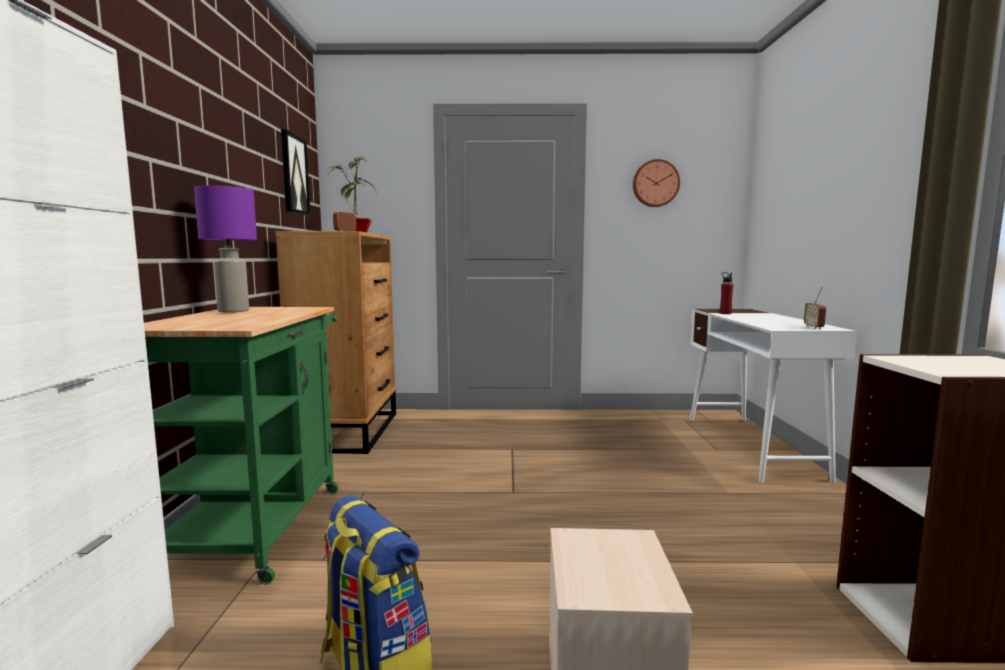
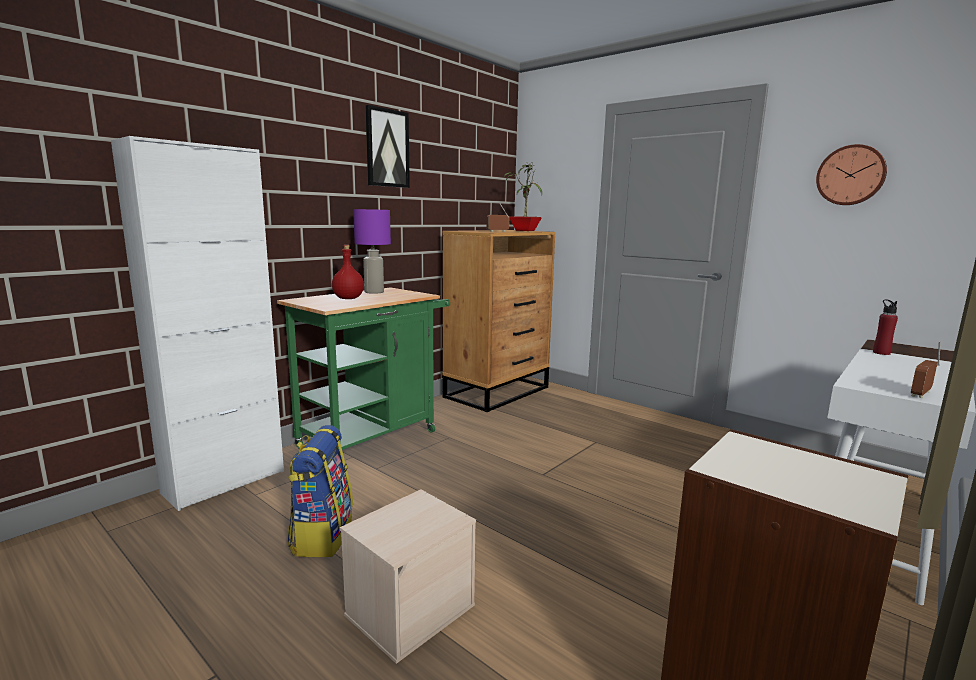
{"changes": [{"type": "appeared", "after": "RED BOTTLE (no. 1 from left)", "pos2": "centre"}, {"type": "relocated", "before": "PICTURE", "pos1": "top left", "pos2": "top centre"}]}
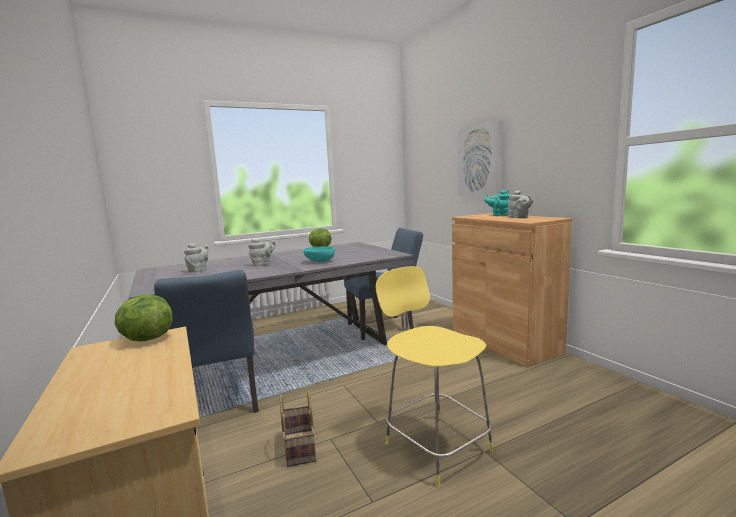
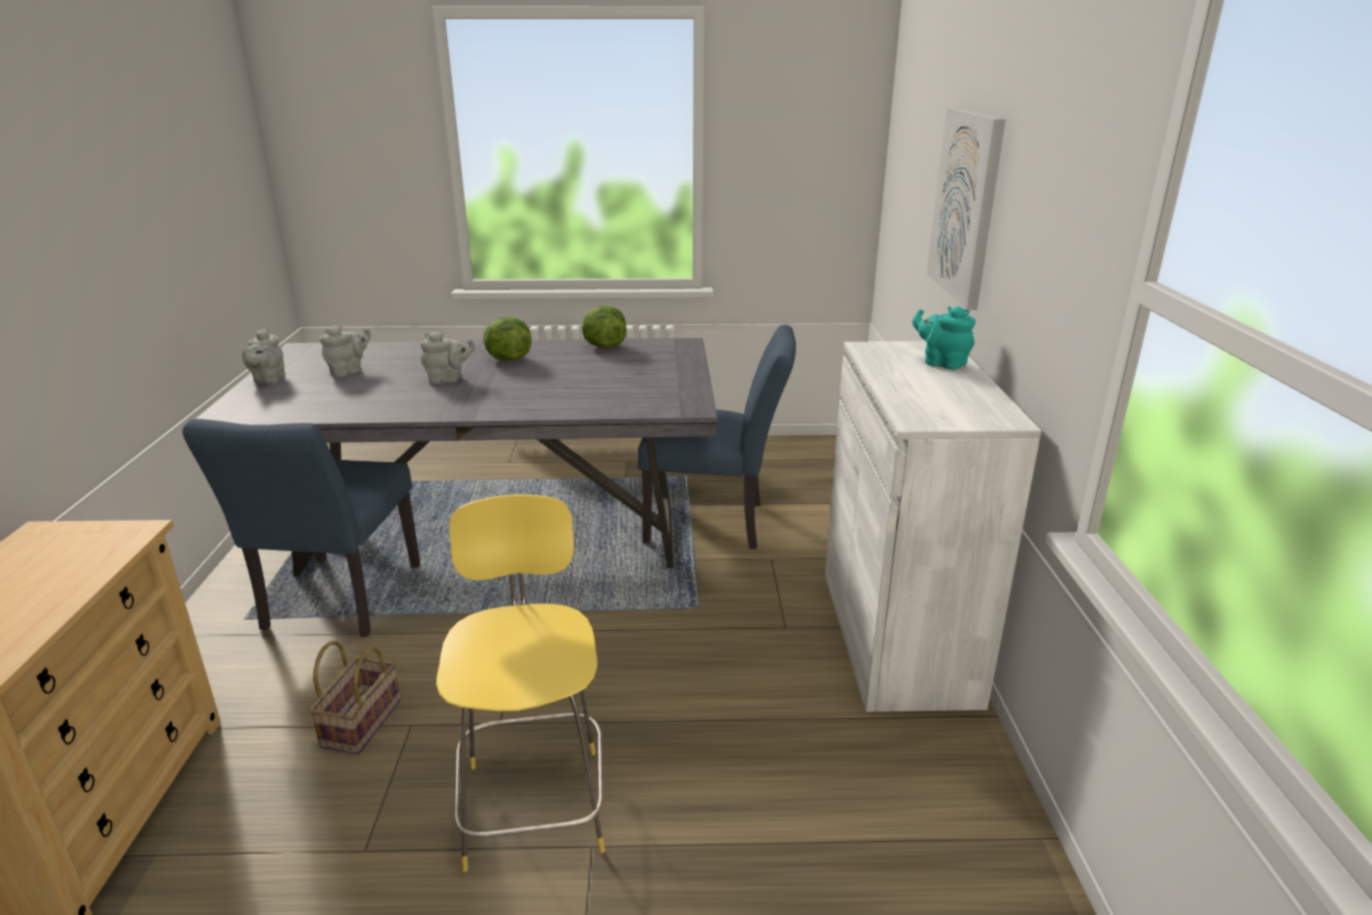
{"changes": [{"type": "relocated", "before": "GREY TEAPOT (no. 3 from left in the first image)", "after": "GREY TEAPOT (no. 1 from left)", "pos1": "middle right", "pos2": "middle left"}, {"type": "relocated", "before": "LETTUCE (no. 1 from left)", "pos1": "middle left", "pos2": "centre"}, {"type": "colour", "before": "BROWN CABINET", "after": "WHITE CABINET", "pos1": "middle right", "pos2": "middle right"}, {"type": "missing", "before": "TURQUOISE BOWL", "pos1": "centre"}]}
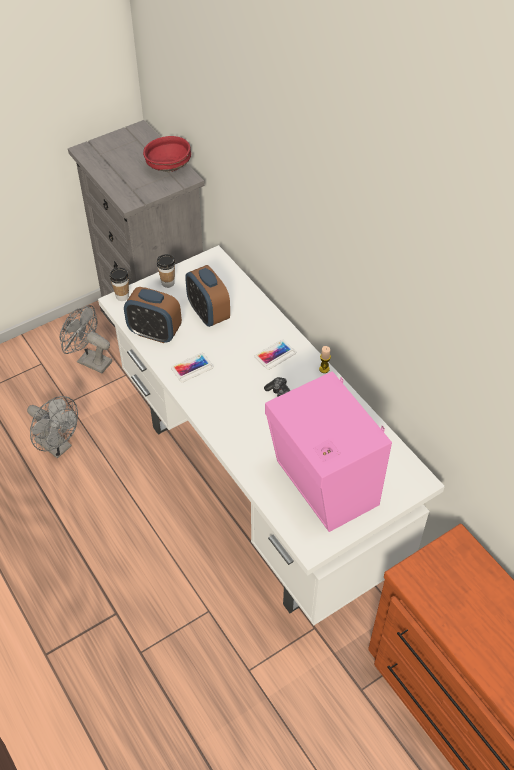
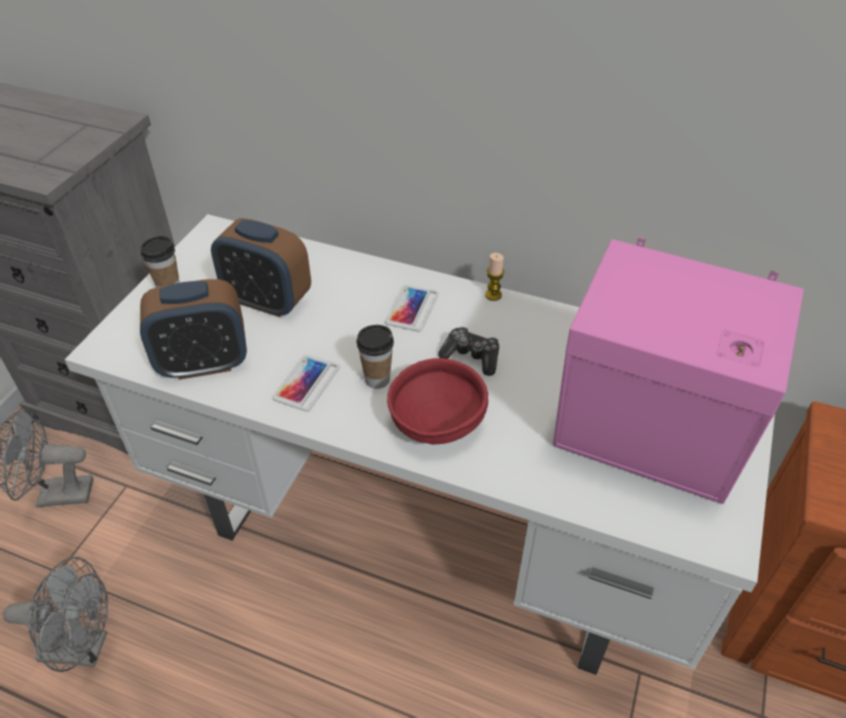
{"changes": [{"type": "relocated", "before": "CUP (no. 1 from left in the first image)", "after": "CUP (no. 2 from left)", "pos1": "middle left", "pos2": "centre"}, {"type": "relocated", "before": "RED BOWL", "pos1": "top left", "pos2": "centre"}]}
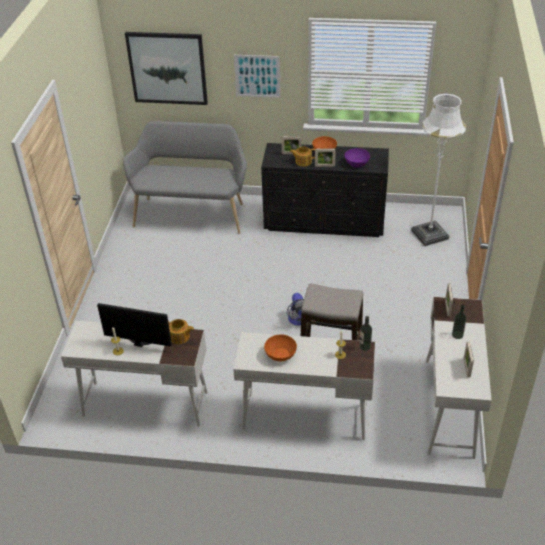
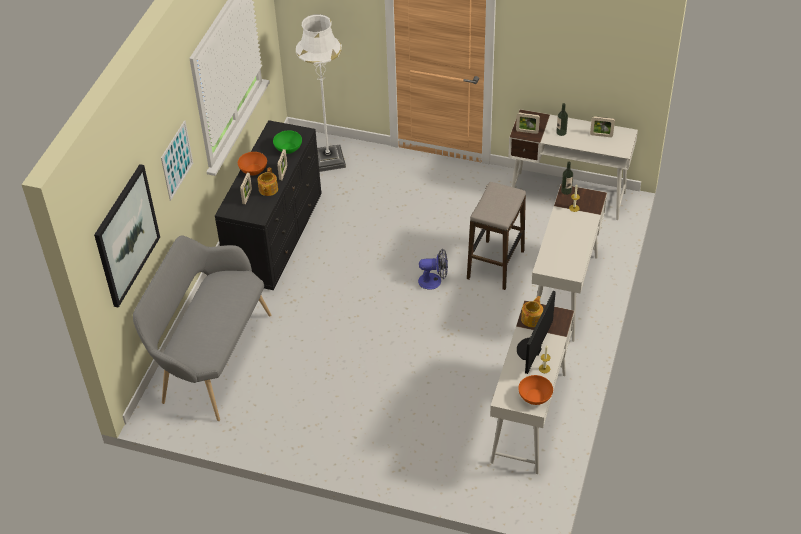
{"changes": [{"type": "colour", "before": "PURPLE BOWL", "after": "GREEN BOWL", "pos1": "top centre", "pos2": "top centre"}, {"type": "relocated", "before": "ORANGE BOWL (no. 1 from left in the first image)", "after": "ORANGE BOWL (no. 2 from left)", "pos1": "centre", "pos2": "bottom right"}]}
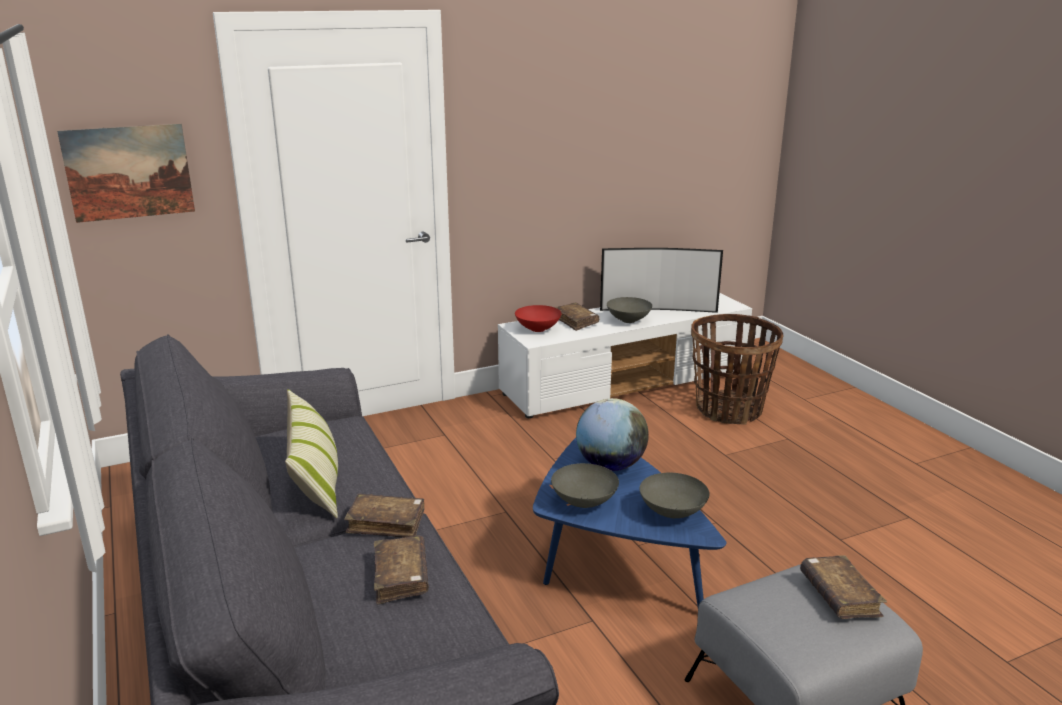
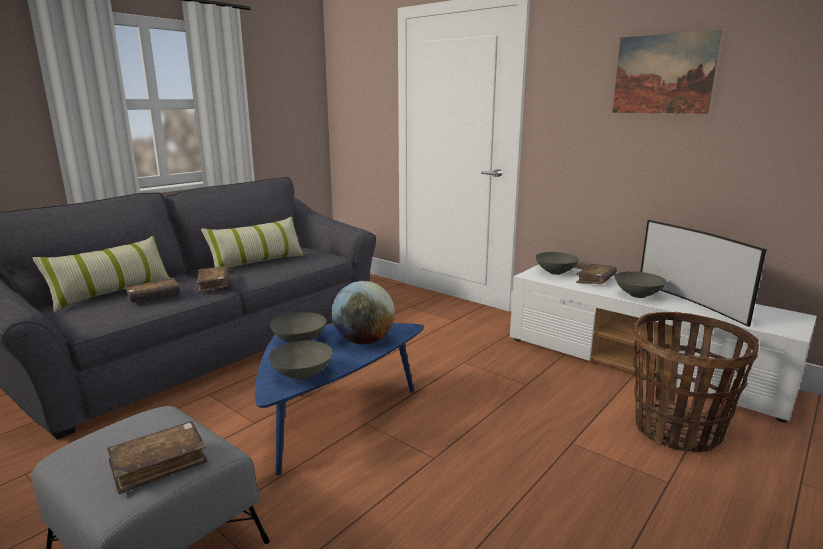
{"changes": [{"type": "appeared", "after": "PILLOW (no. 1 from left)", "pos2": "middle left"}, {"type": "colour", "before": "RED BOWL", "after": "GREY BOWL (no. 3 from left)", "pos1": "centre", "pos2": "middle right"}, {"type": "relocated", "before": "PICTURE", "pos1": "top left", "pos2": "top right"}]}
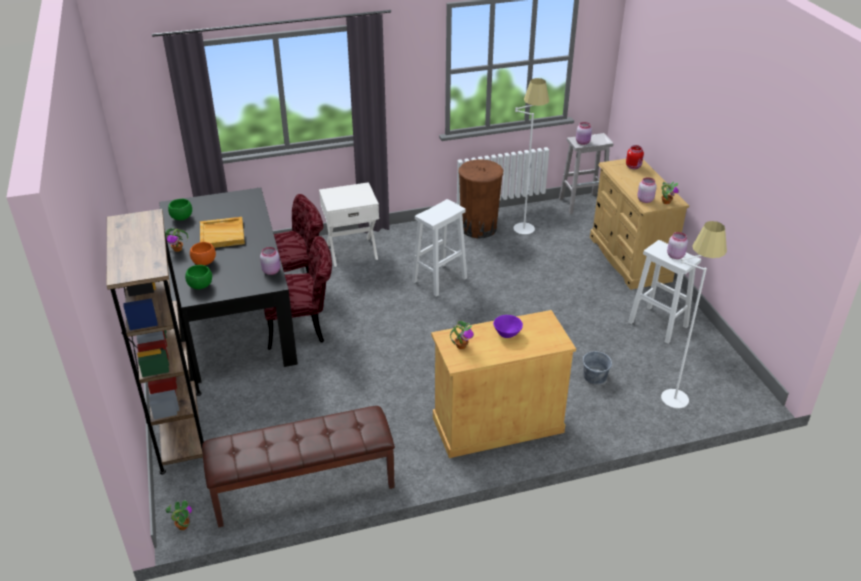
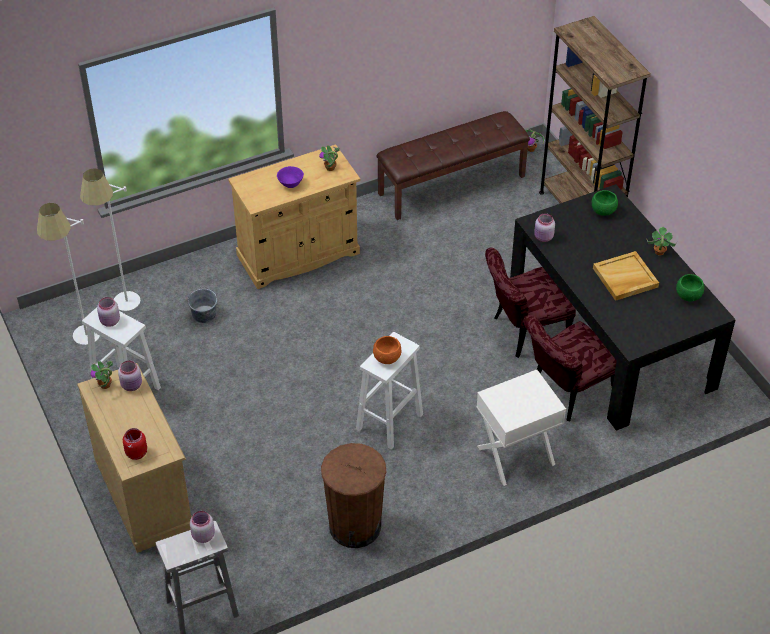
{"changes": [{"type": "relocated", "before": "WHITE FLOOR LAMP (no. 1 from left)", "pos1": "top centre", "pos2": "middle left"}, {"type": "relocated", "before": "ORANGE BOWL", "pos1": "middle left", "pos2": "centre"}]}
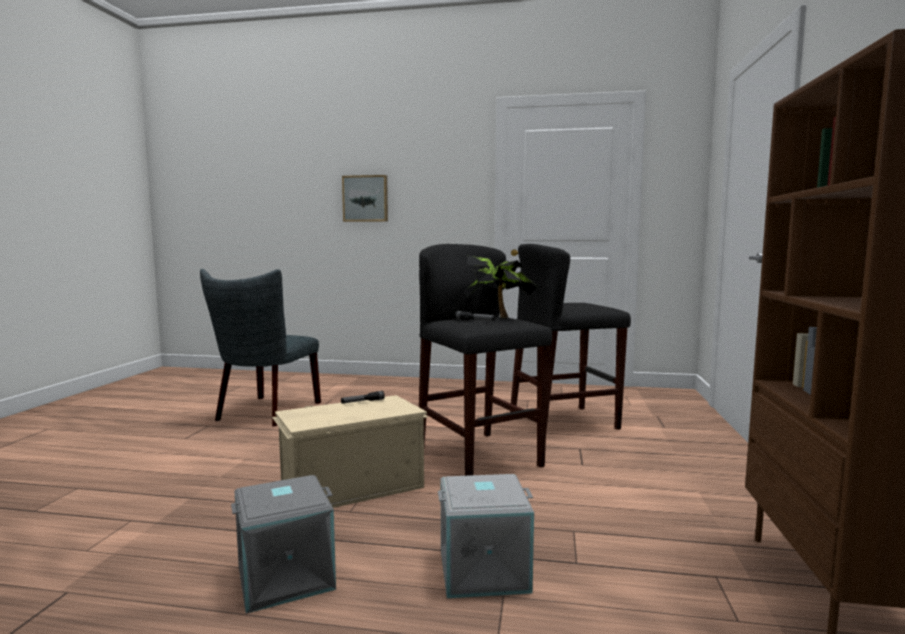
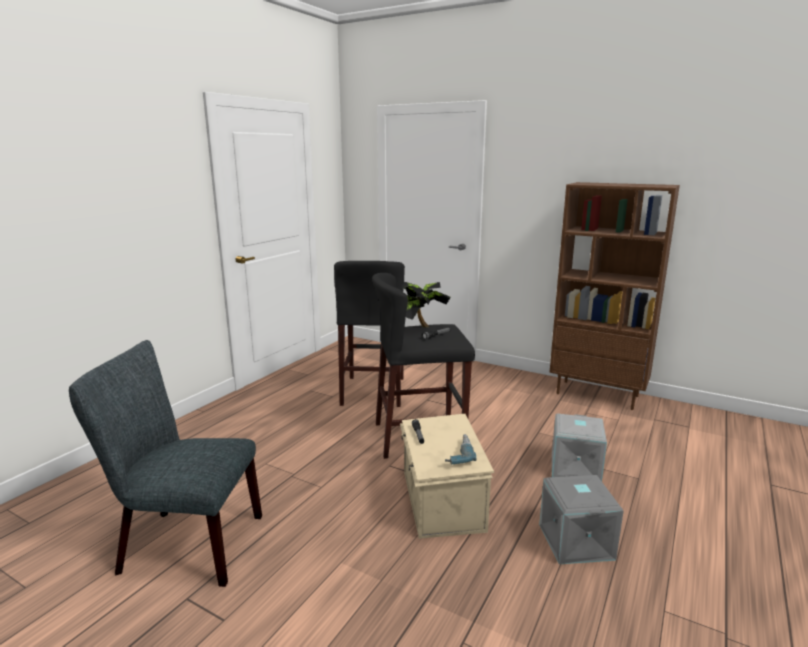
{"changes": [{"type": "spun", "before": "GREY CHAIR", "pos1": "middle left", "pos2": "bottom left", "turn": 150}, {"type": "appeared", "after": "POWER DRILL", "pos2": "bottom centre"}, {"type": "missing", "before": "PICTURE", "pos1": "top centre"}]}
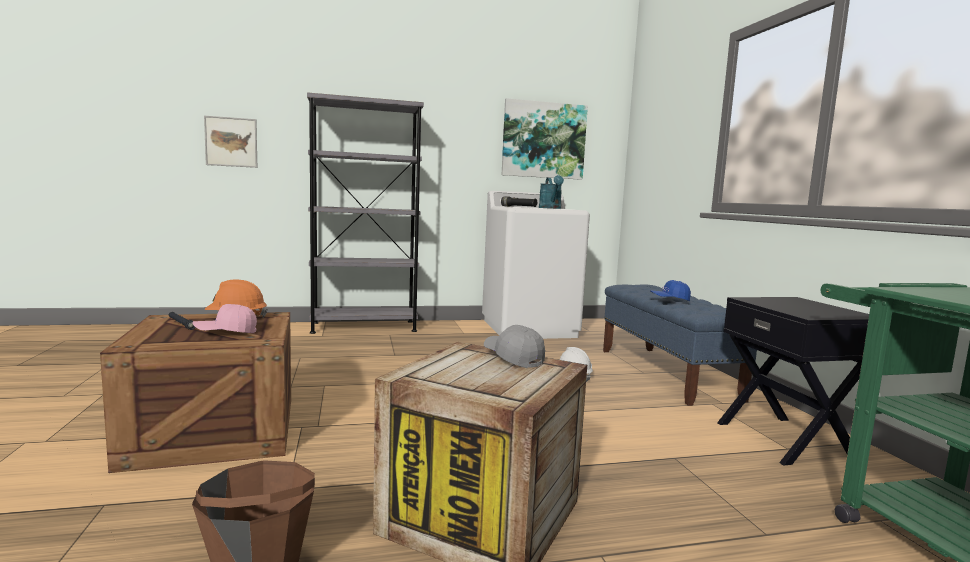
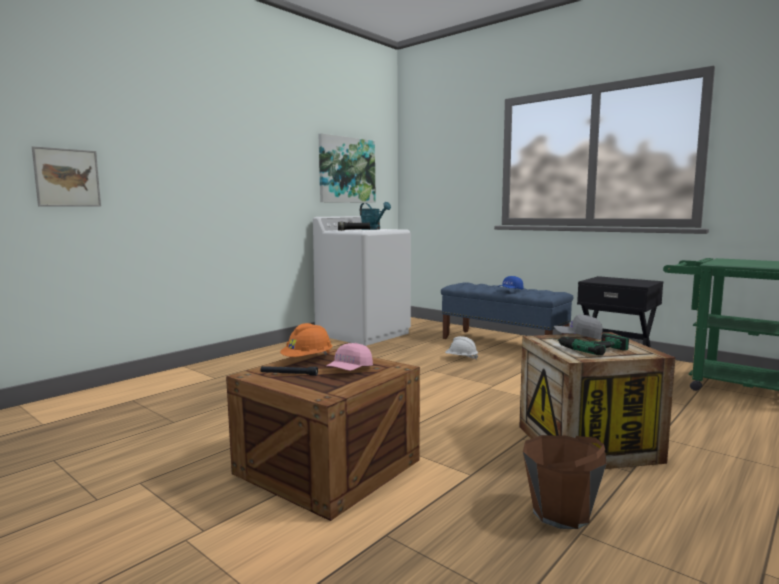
{"changes": [{"type": "appeared", "after": "POWER DRILL", "pos2": "middle right"}, {"type": "missing", "before": "GREY BOOKCASE", "pos1": "centre"}]}
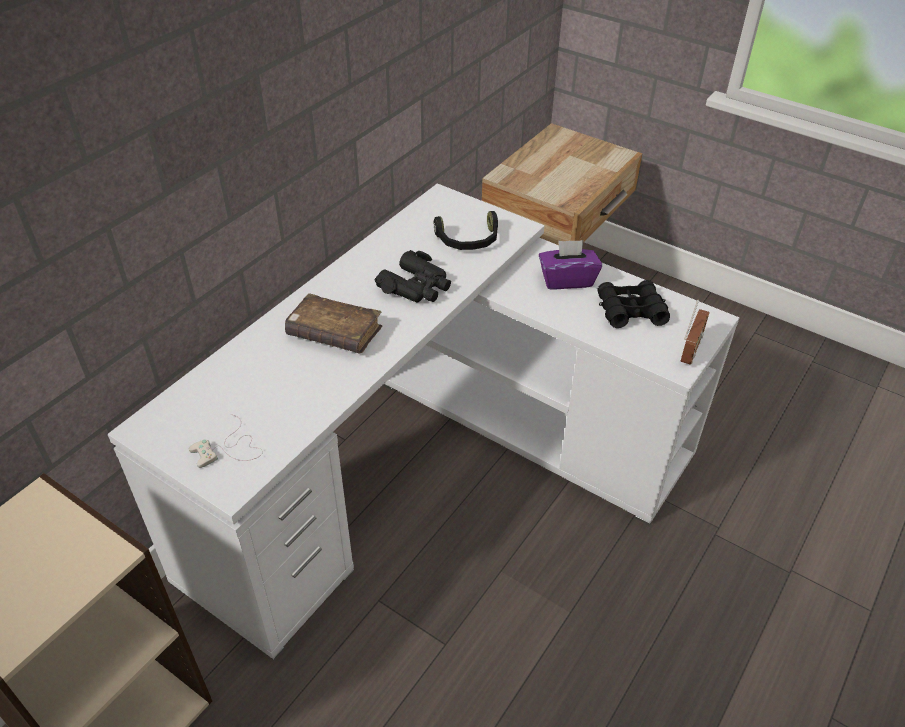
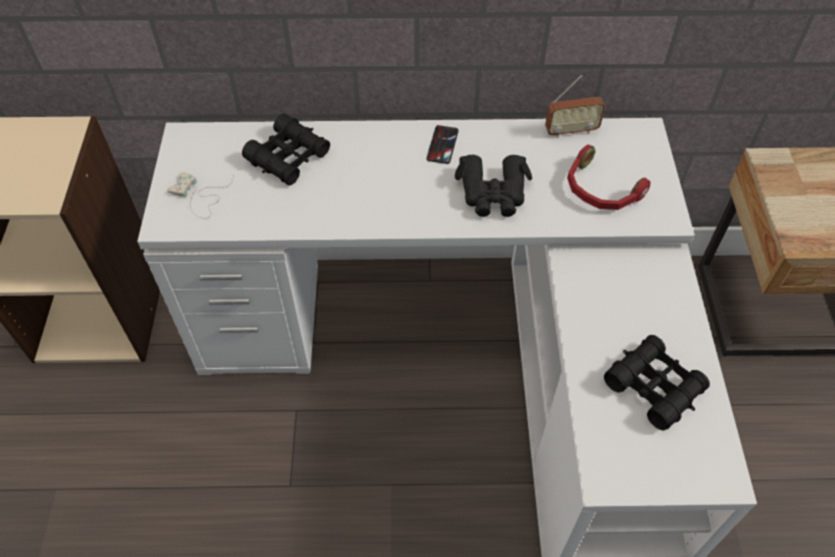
{"changes": [{"type": "appeared", "after": "BLACK BINOCULARS (no. 1 from left)", "pos2": "top centre"}, {"type": "appeared", "after": "PHONE", "pos2": "top centre"}, {"type": "relocated", "before": "RADIO", "pos1": "middle right", "pos2": "top right"}, {"type": "colour", "before": "BLACK HEADPHONES", "after": "RED HEADPHONES", "pos1": "top centre", "pos2": "top right"}, {"type": "missing", "before": "BROWN BOOK", "pos1": "centre"}, {"type": "missing", "before": "PURPLE TISSUE BOX", "pos1": "centre"}]}
